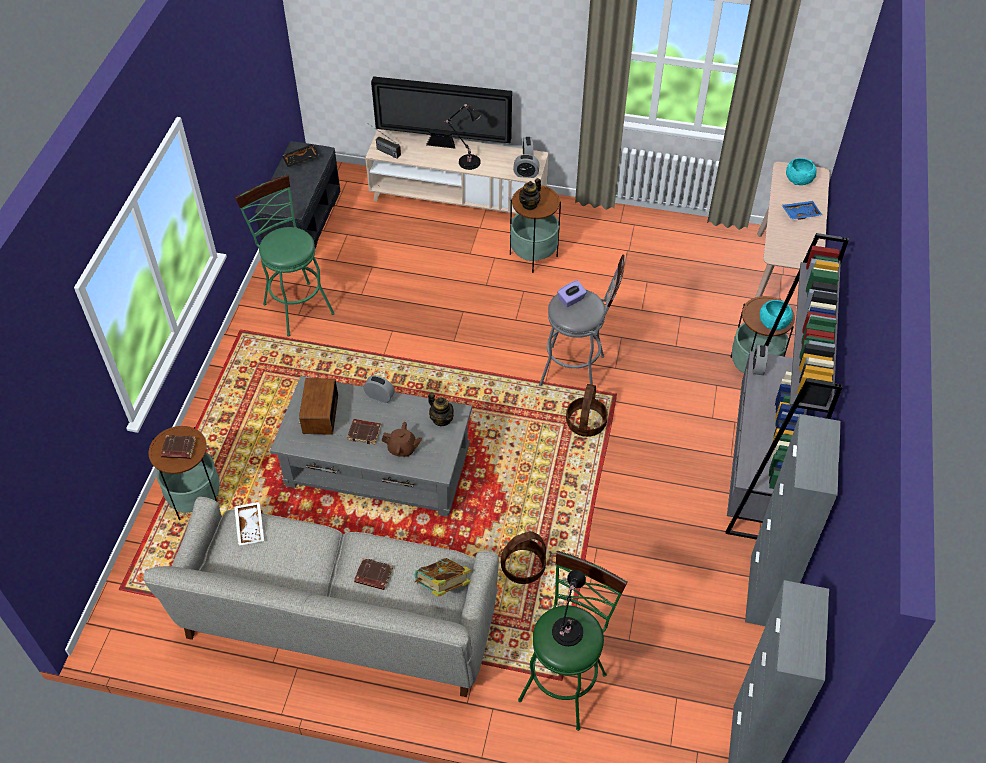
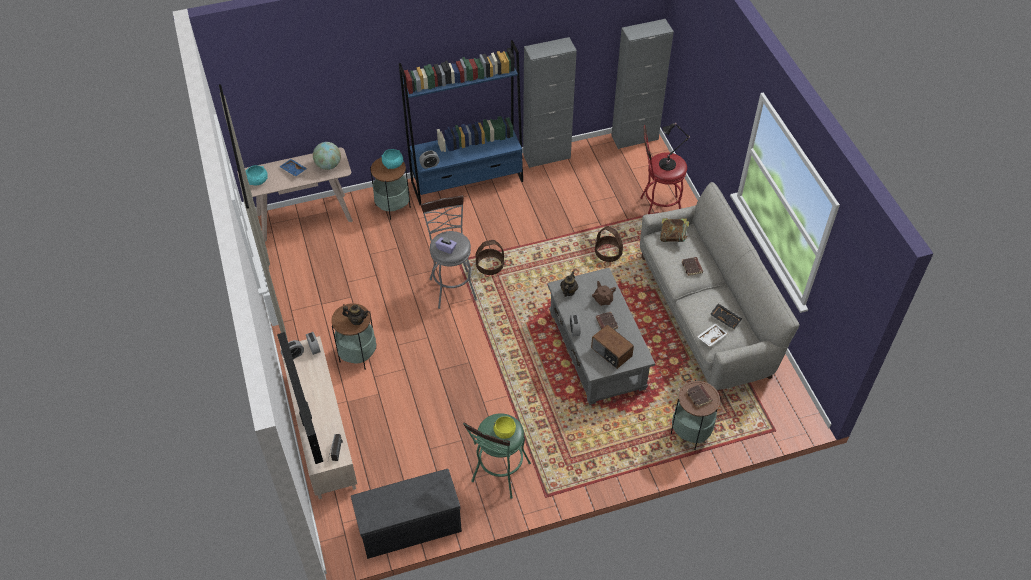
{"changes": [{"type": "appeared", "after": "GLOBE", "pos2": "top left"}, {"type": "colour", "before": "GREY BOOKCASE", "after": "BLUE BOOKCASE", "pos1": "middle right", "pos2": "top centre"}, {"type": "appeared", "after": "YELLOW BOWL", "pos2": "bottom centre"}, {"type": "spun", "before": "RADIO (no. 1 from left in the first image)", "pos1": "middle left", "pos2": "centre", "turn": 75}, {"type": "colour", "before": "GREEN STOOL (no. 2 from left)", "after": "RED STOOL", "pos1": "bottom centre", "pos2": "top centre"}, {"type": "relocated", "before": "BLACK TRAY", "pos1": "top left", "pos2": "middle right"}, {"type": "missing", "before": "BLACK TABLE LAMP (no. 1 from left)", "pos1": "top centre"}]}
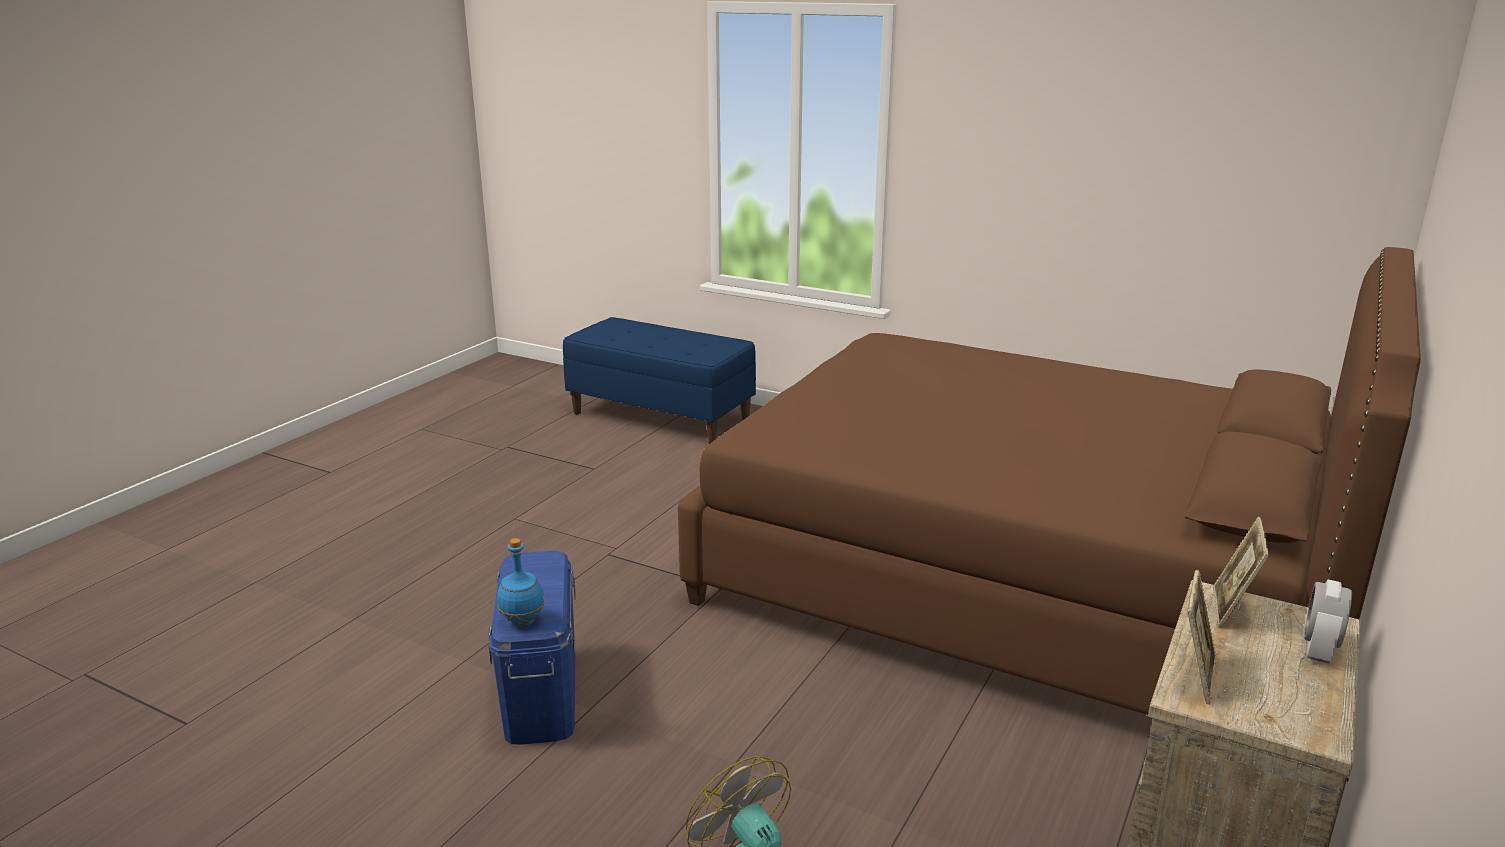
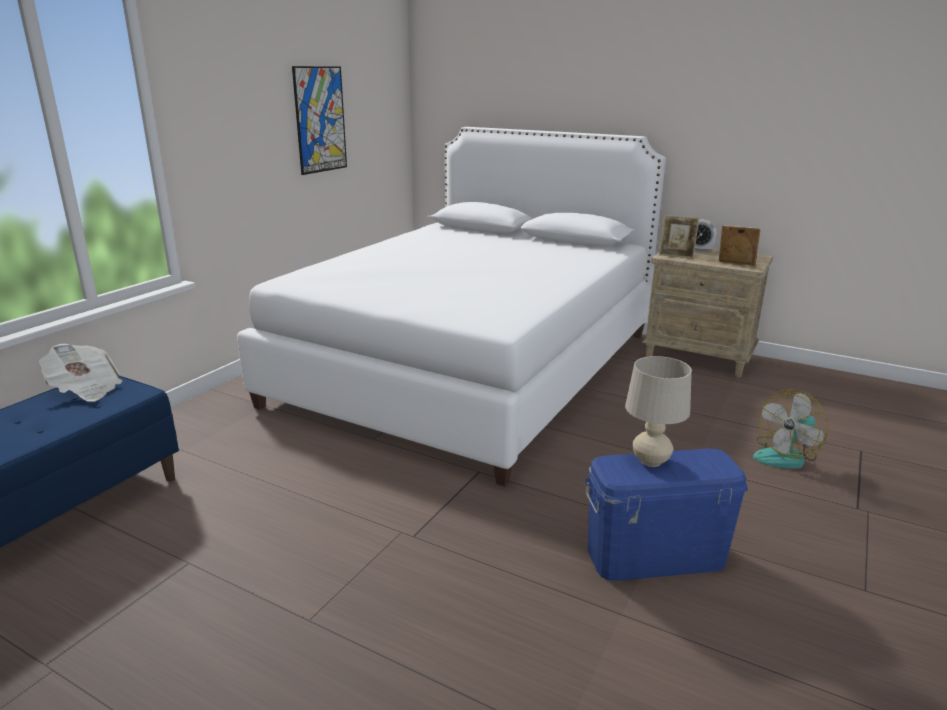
{"changes": [{"type": "appeared", "after": "NEWSPAPER", "pos2": "middle left"}, {"type": "colour", "before": "BROWN BED", "after": "WHITE BED", "pos1": "middle right", "pos2": "centre"}, {"type": "appeared", "after": "PICTURE", "pos2": "top centre"}, {"type": "appeared", "after": "BEIGE TABLE LAMP", "pos2": "middle right"}, {"type": "missing", "before": "BLUE BOTTLE", "pos1": "bottom centre"}]}
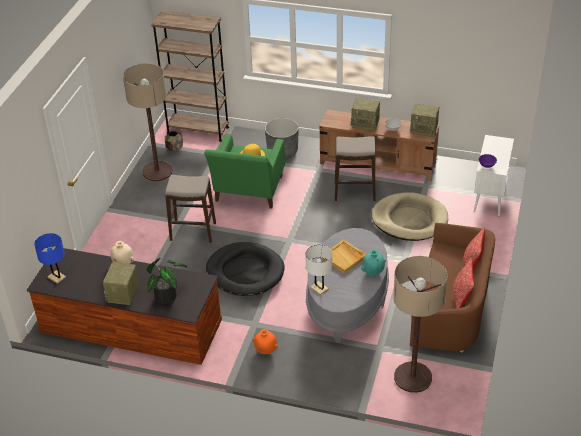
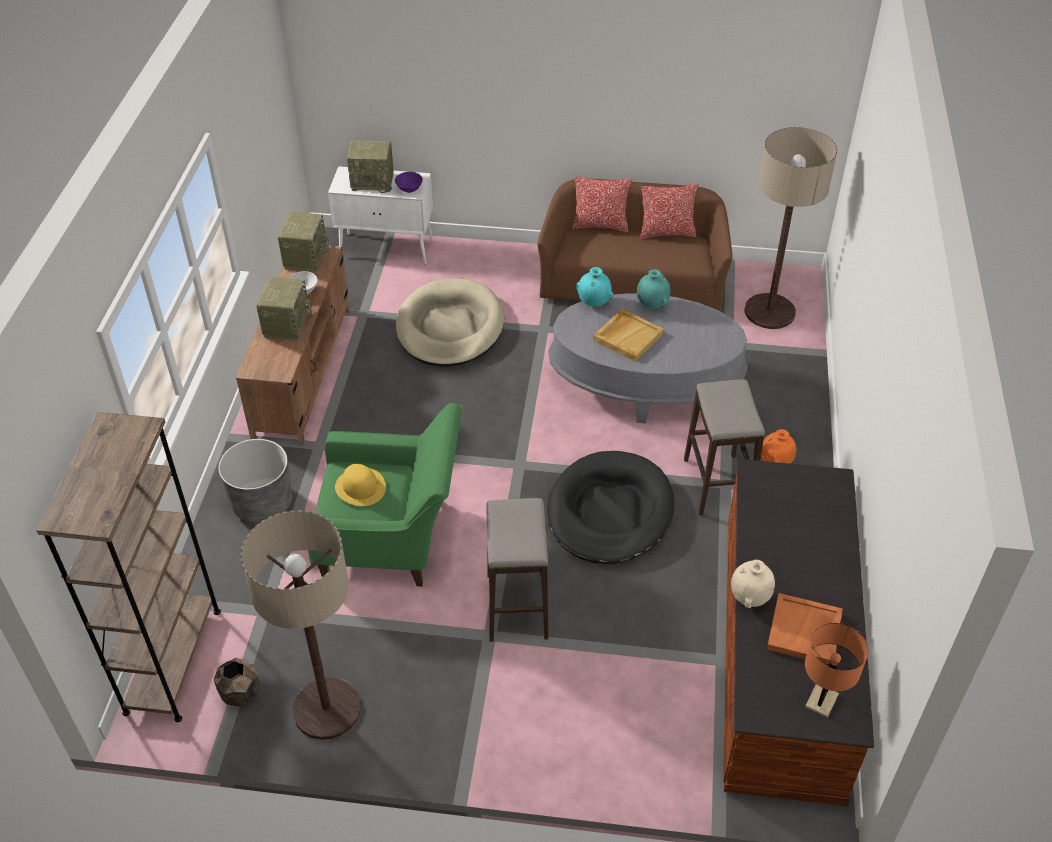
{"changes": [{"type": "relocated", "before": "RADIO (no. 1 from left in the first image)", "after": "RADIO (no. 3 from left)", "pos1": "middle left", "pos2": "top centre"}, {"type": "appeared", "after": "TURQUOISE VASE (no. 1 from left)", "pos2": "centre"}, {"type": "relocated", "before": "STOOL (no. 2 from left)", "pos1": "centre", "pos2": "middle right"}, {"type": "appeared", "after": "ORANGE TRAY", "pos2": "bottom right"}, {"type": "colour", "before": "BLUE TABLE LAMP", "after": "ORANGE TABLE LAMP", "pos1": "middle left", "pos2": "bottom right"}, {"type": "missing", "before": "POTTED PLANT", "pos1": "middle left"}, {"type": "missing", "before": "WHITE TABLE LAMP", "pos1": "centre"}]}
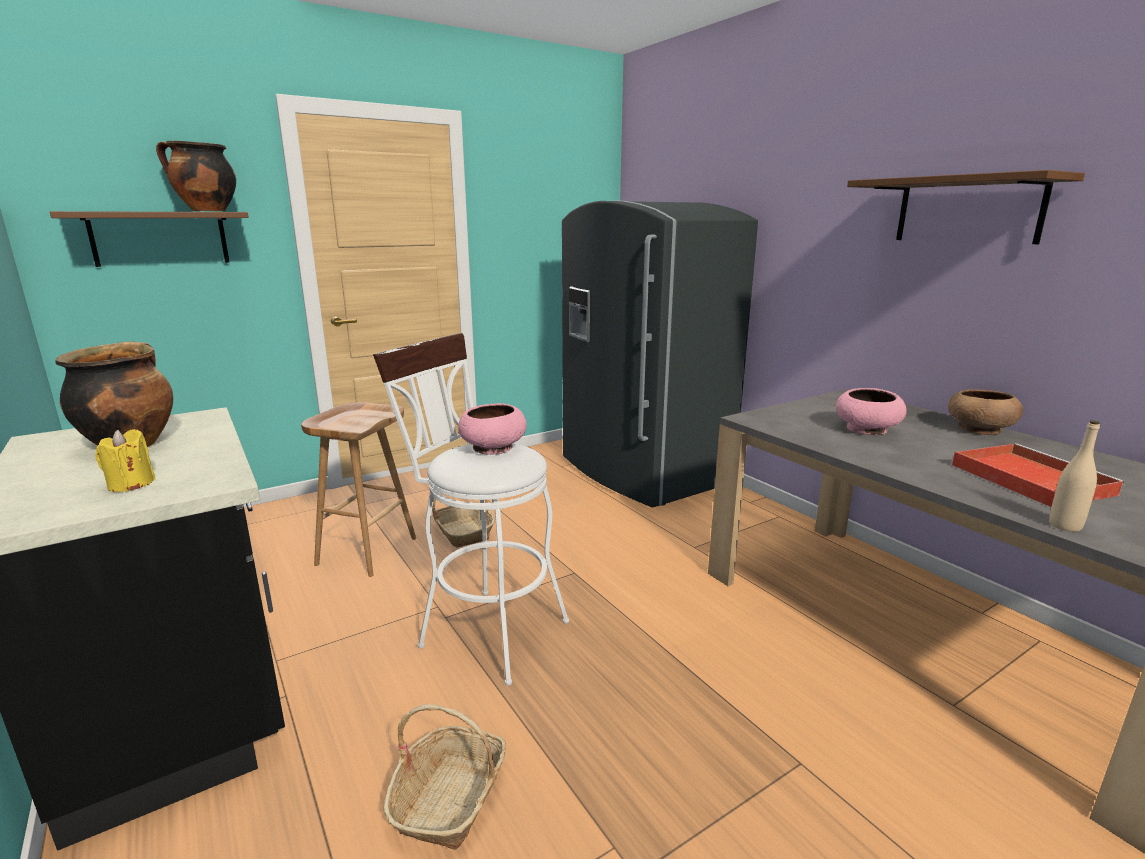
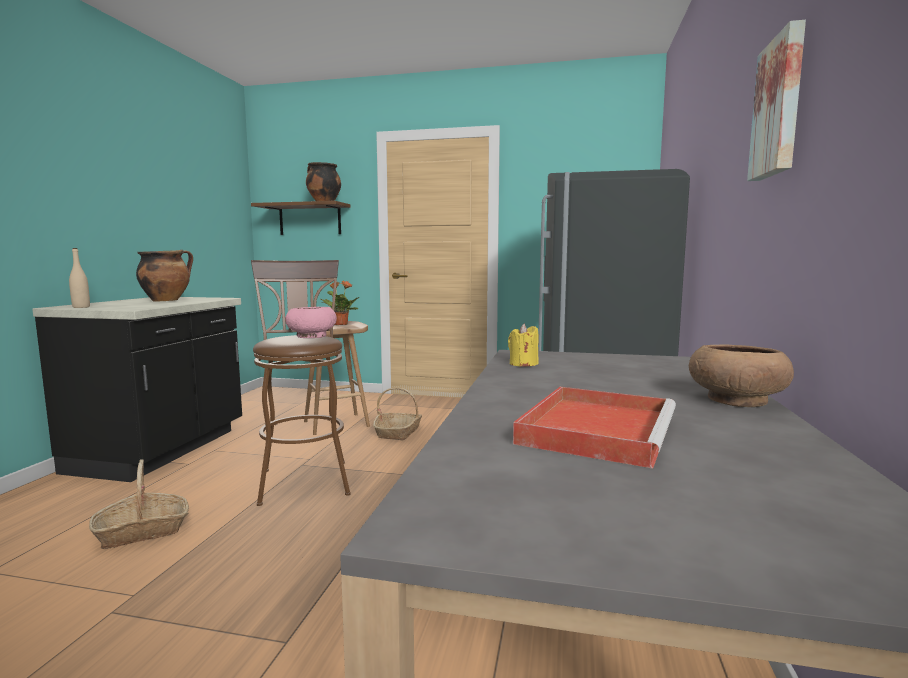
{"changes": [{"type": "relocated", "before": "BEIGE BOTTLE", "pos1": "middle right", "pos2": "middle left"}, {"type": "colour", "before": "WHITE STOOL", "after": "BROWN STOOL (no. 1 from left)", "pos1": "centre", "pos2": "middle left"}, {"type": "appeared", "after": "POTTED PLANT", "pos2": "centre"}, {"type": "relocated", "before": "YELLOW CANDLE", "pos1": "middle left", "pos2": "centre"}, {"type": "exchanged", "before": "BROWN SHELF (no. 2 from left)", "after": "PICTURE", "pos1": "top right", "pos2": "top right"}, {"type": "missing", "before": "PINK BOWL (no. 2 from left)", "pos1": "middle right"}]}
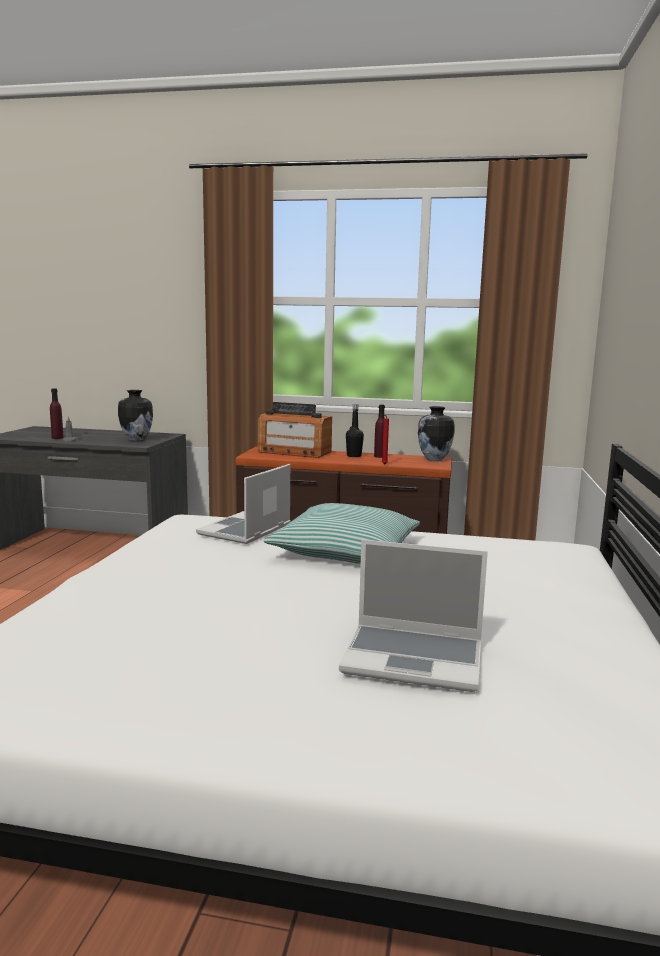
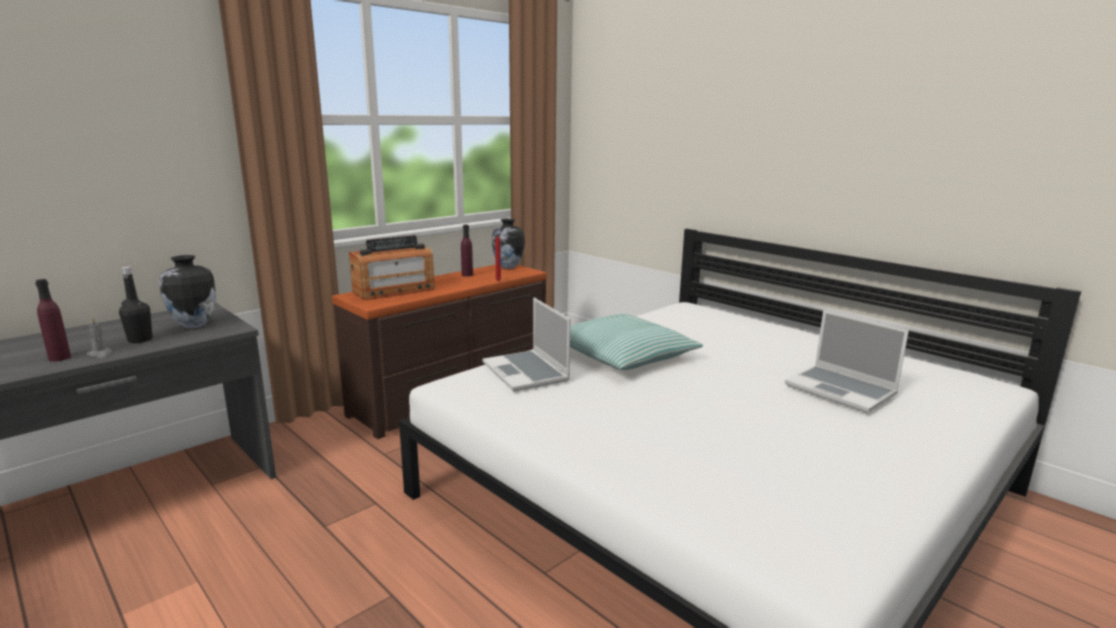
{"changes": [{"type": "relocated", "before": "BLACK BOTTLE", "pos1": "centre", "pos2": "middle left"}, {"type": "spun", "before": "LAPTOP (no. 2 from left)", "pos1": "centre", "pos2": "middle right", "turn": 90}]}
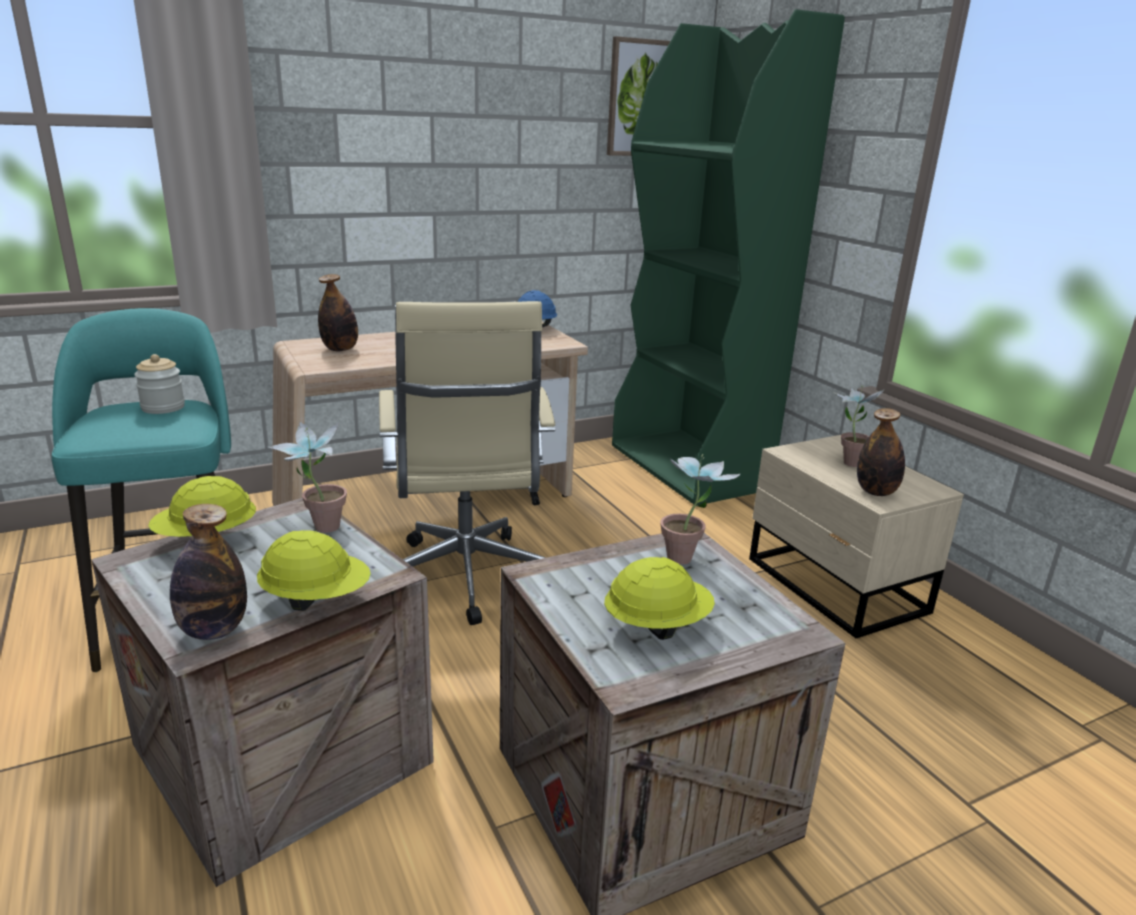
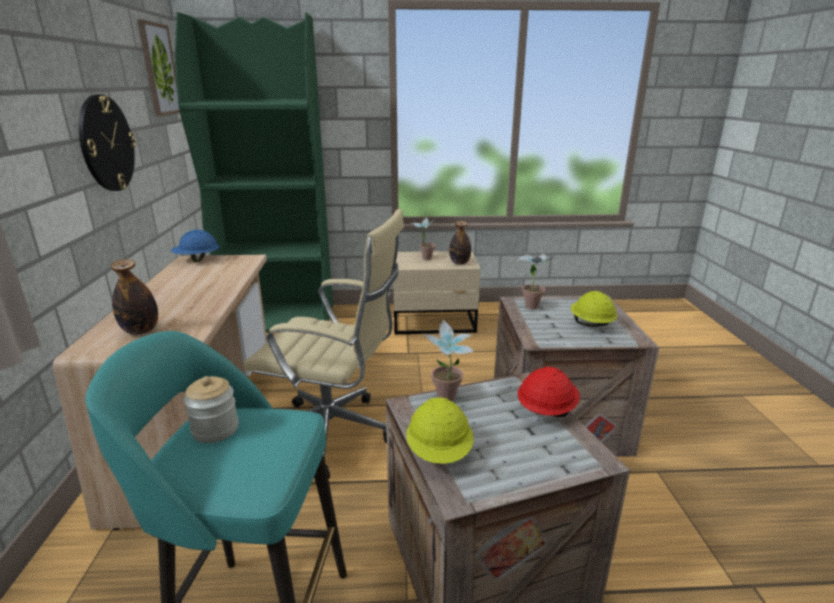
{"changes": [{"type": "appeared", "after": "WALL CLOCK", "pos2": "top left"}, {"type": "colour", "before": "YELLOW HARD HAT (no. 2 from left)", "after": "RED HARD HAT", "pos1": "middle left", "pos2": "centre"}, {"type": "missing", "before": "BOTTLE (no. 1 from left)", "pos1": "middle left"}]}
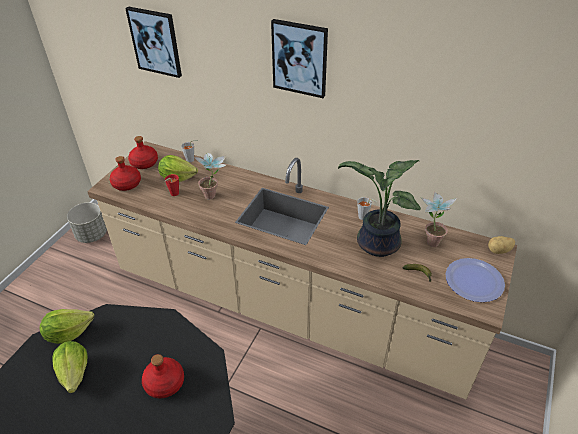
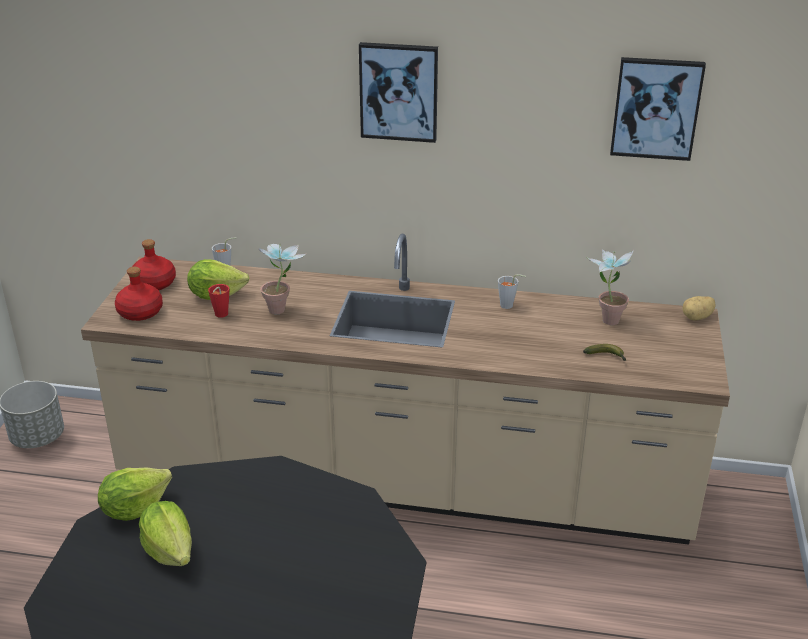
{"changes": [{"type": "relocated", "before": "PICTURE (no. 1 from left in the first image)", "after": "PICTURE (no. 2 from left)", "pos1": "top left", "pos2": "top right"}, {"type": "missing", "before": "RED BOTTLE (no. 3 from left)", "pos1": "bottom left"}, {"type": "missing", "before": "POTTED PLANT (no. 2 from left)", "pos1": "centre"}, {"type": "missing", "before": "PLATE", "pos1": "middle right"}]}
